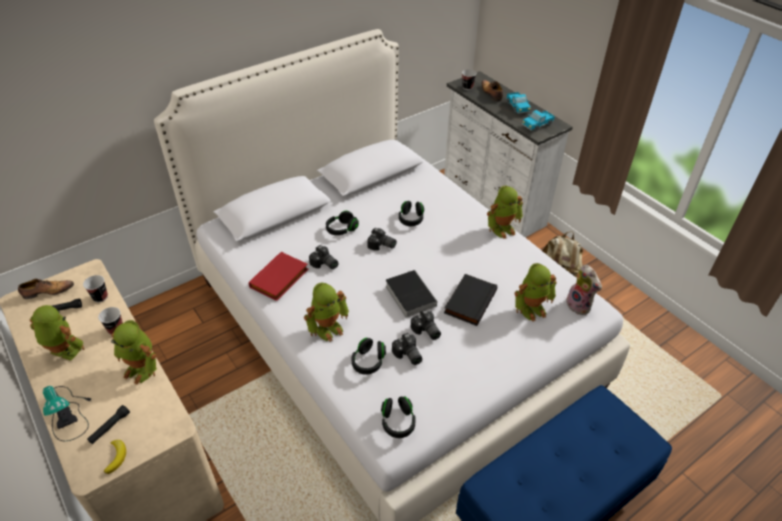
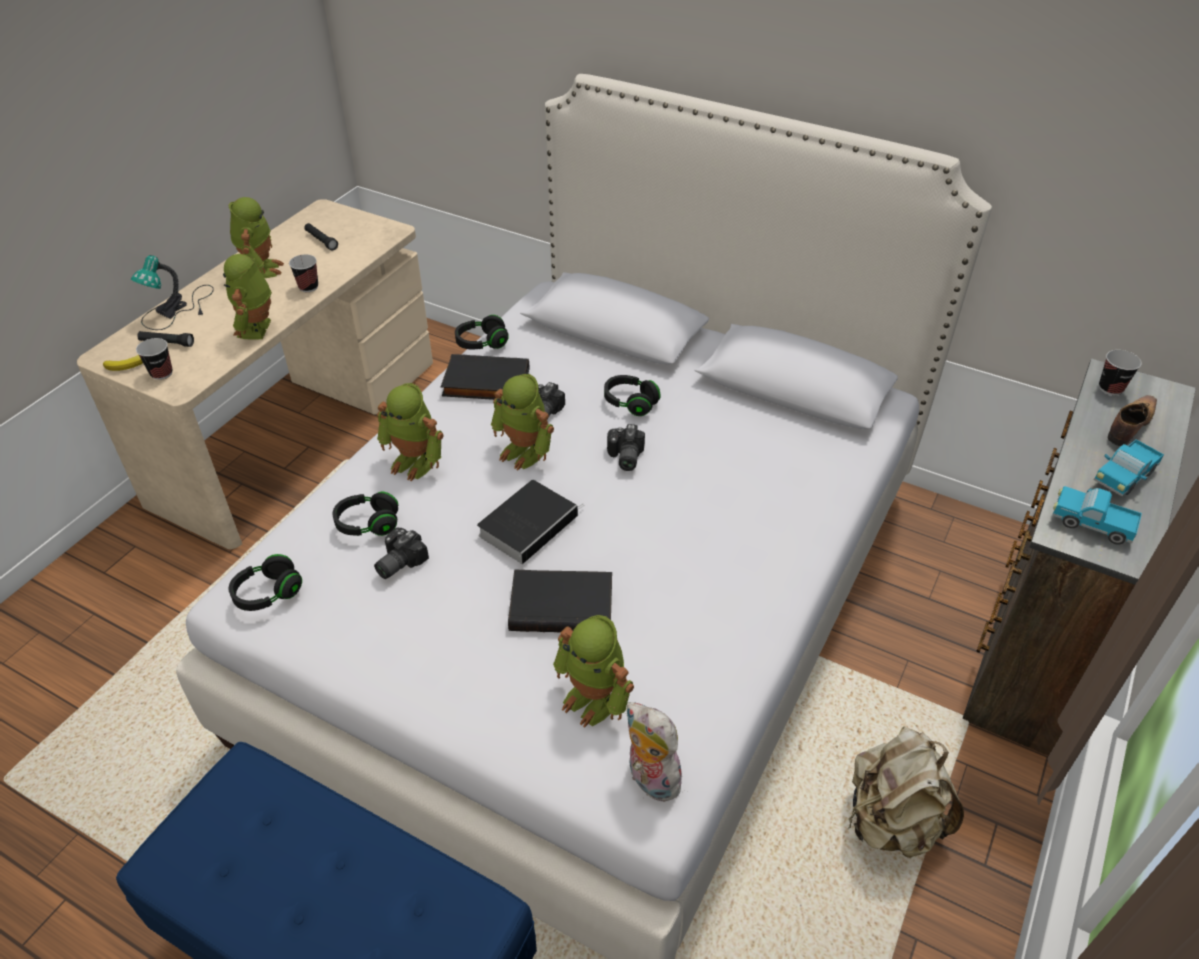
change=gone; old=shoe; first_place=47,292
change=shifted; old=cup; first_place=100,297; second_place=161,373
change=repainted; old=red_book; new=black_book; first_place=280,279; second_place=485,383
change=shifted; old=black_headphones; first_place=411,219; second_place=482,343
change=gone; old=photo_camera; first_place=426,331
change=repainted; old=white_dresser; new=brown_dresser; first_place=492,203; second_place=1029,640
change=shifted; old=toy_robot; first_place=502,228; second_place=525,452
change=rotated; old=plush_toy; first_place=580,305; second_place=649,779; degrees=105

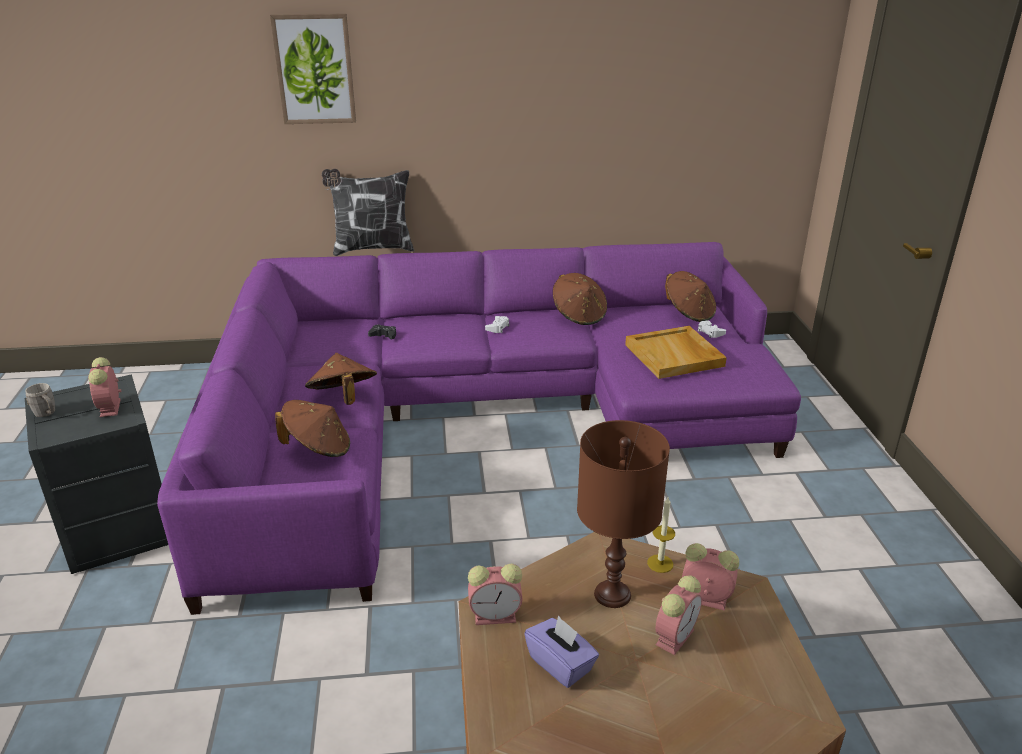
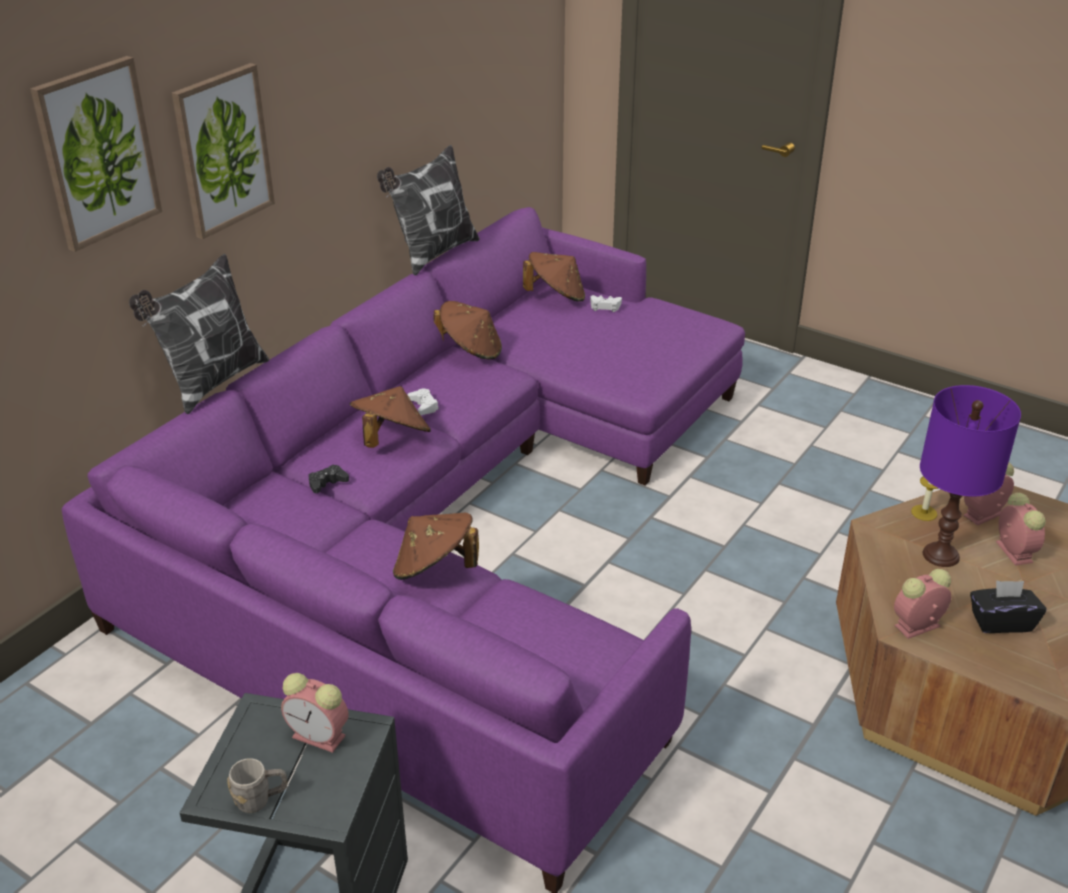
change=shifted; old=brown_hat; first_place=318,448; second_place=391,439
change=rotated; old=alarm_clock; first_place=497,615; second_place=916,627; degrees=-150
change=repainted; old=purple_tissue_box; new=black_tissue_box; first_place=561,664; second_place=1001,622
change=repainted; old=brown_table_lamp; new=purple_table_lamp; first_place=613,594; second_place=941,555
change=gone; old=beige_tray; first_place=675,355
change=new; new=picture; second_place=223,150
change=new; new=pillow; second_place=433,254

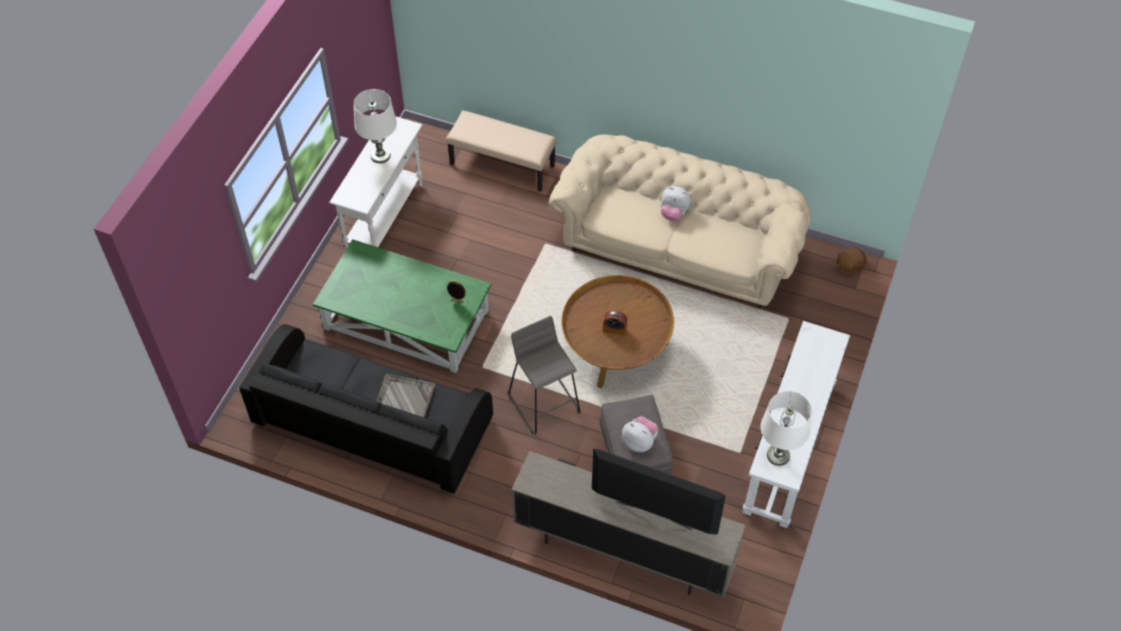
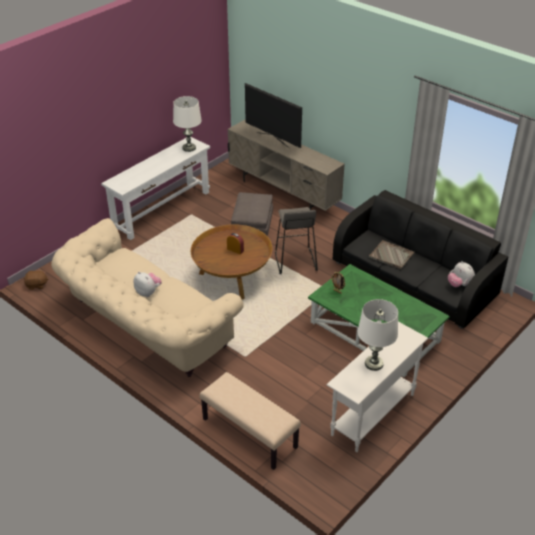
change=shifted; old=plush_toy; first_place=639,442; second_place=459,284

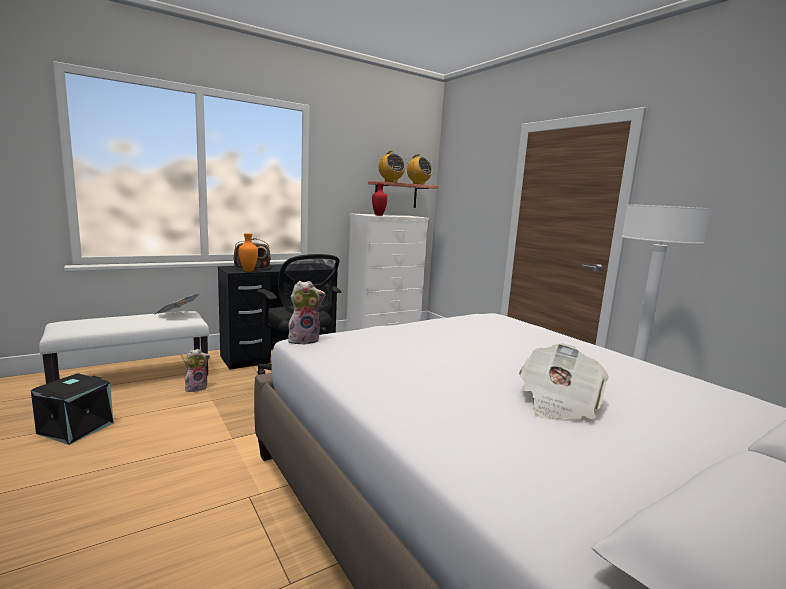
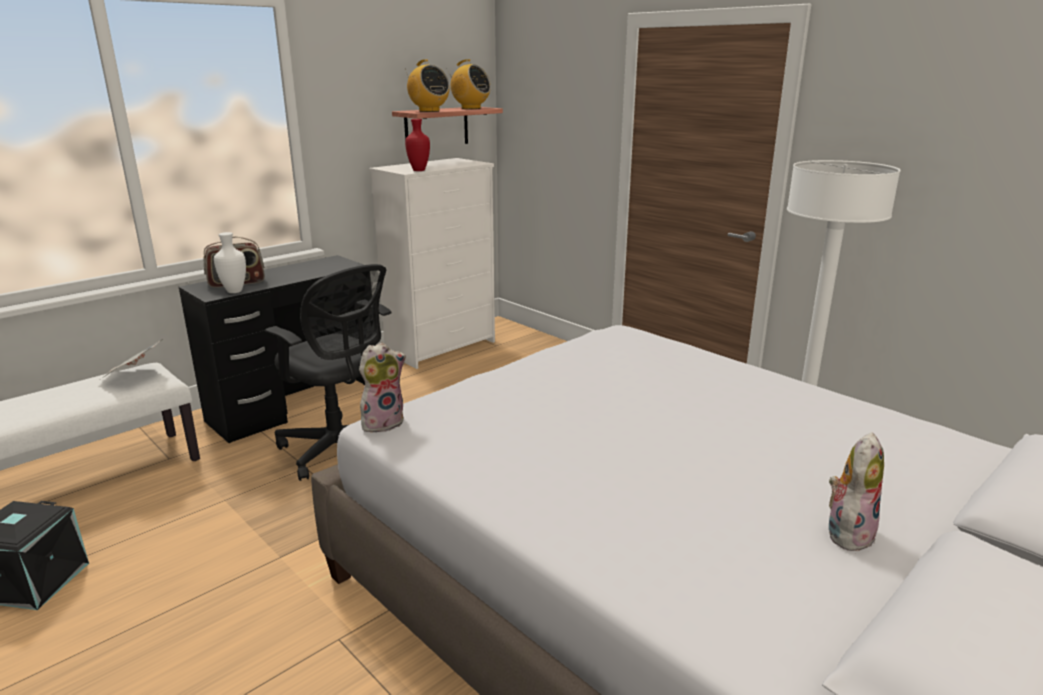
change=shifted; old=plush_toy; first_place=196,387; second_place=847,532
change=repainted; old=orange_vase; new=white_vase; first_place=248,271; second_place=234,292
change=gone; old=newspaper; first_place=558,403

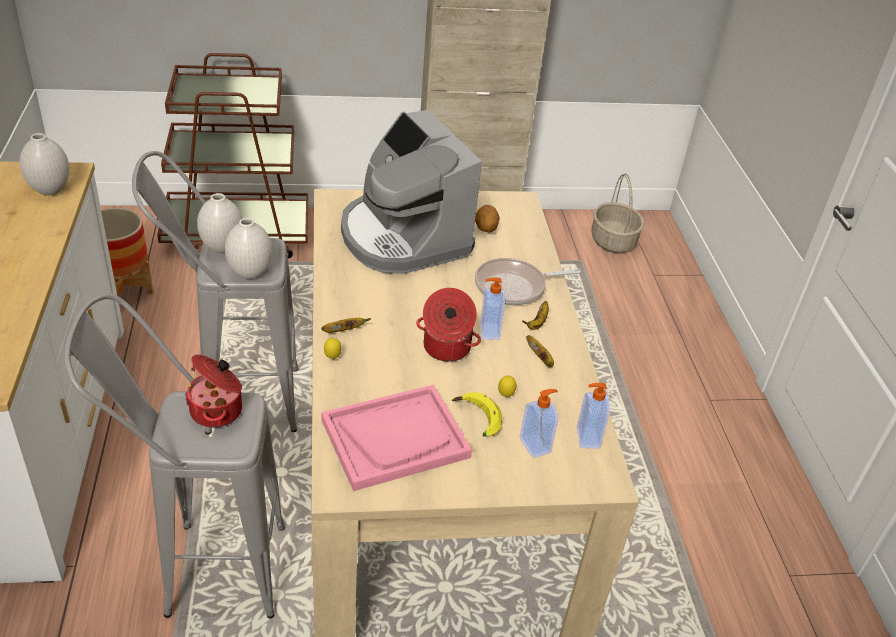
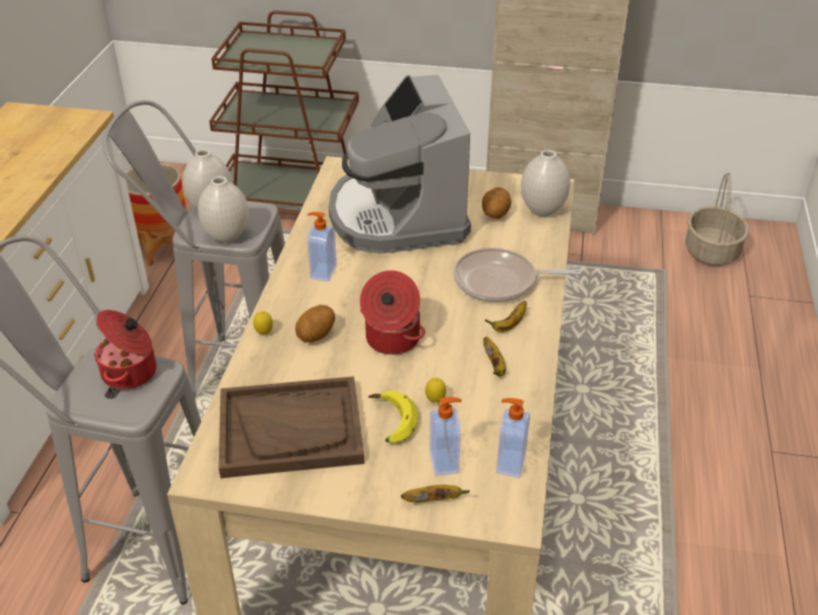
change=shifted; old=white_vase; first_place=49,190; second_place=542,211
change=shifted; old=banana; first_place=344,330; second_place=433,500
change=repainted; old=pink_tray; new=brown_tray; first_place=395,438; second_place=291,429
change=shifted; old=soap_dispenser; first_place=488,331; second_place=322,272
change=new; new=potato; second_place=316,336

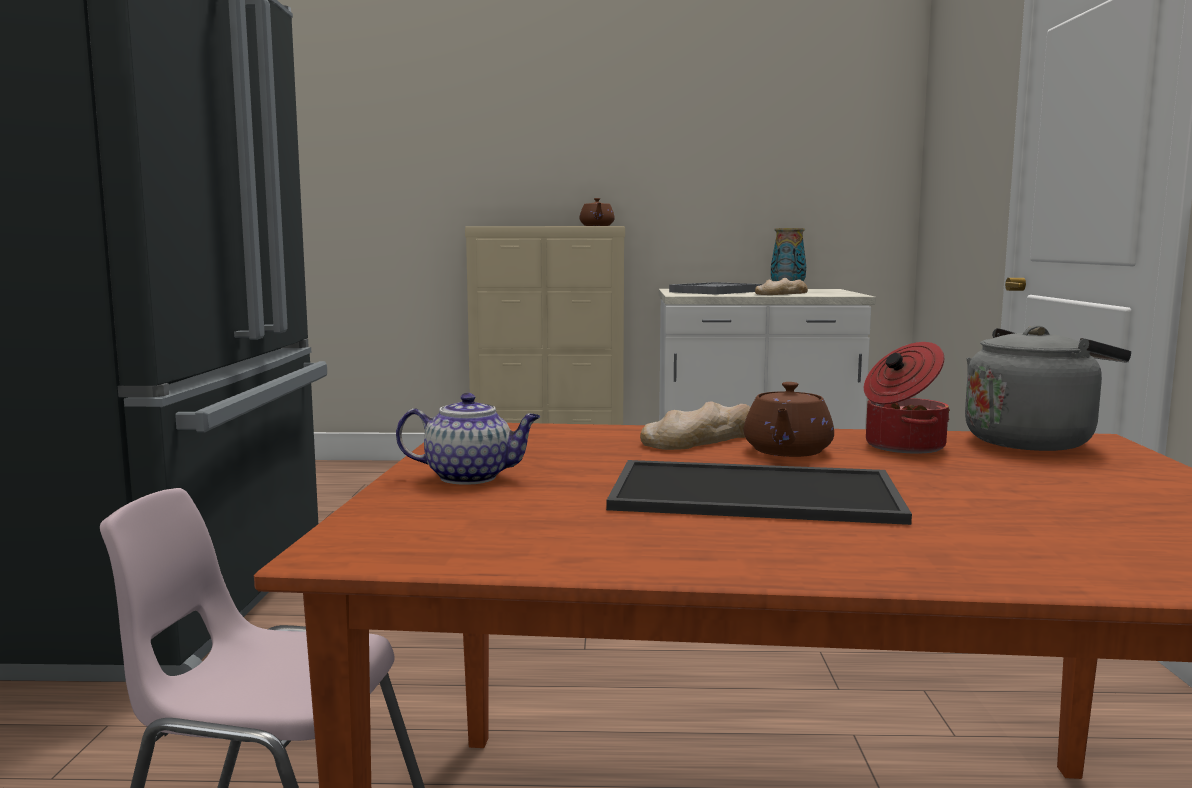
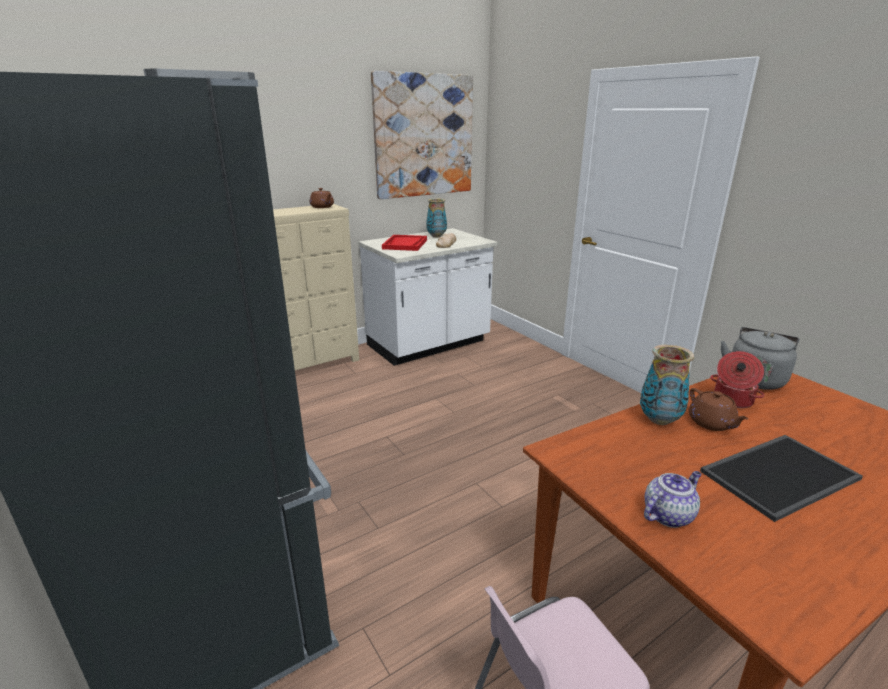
change=swapped; old=bread; new=vase; first_place=703,437; second_place=659,420
change=repainted; old=grey_tray; new=red_tray; first_place=715,291; second_place=405,244
change=new; new=picture; second_place=424,136

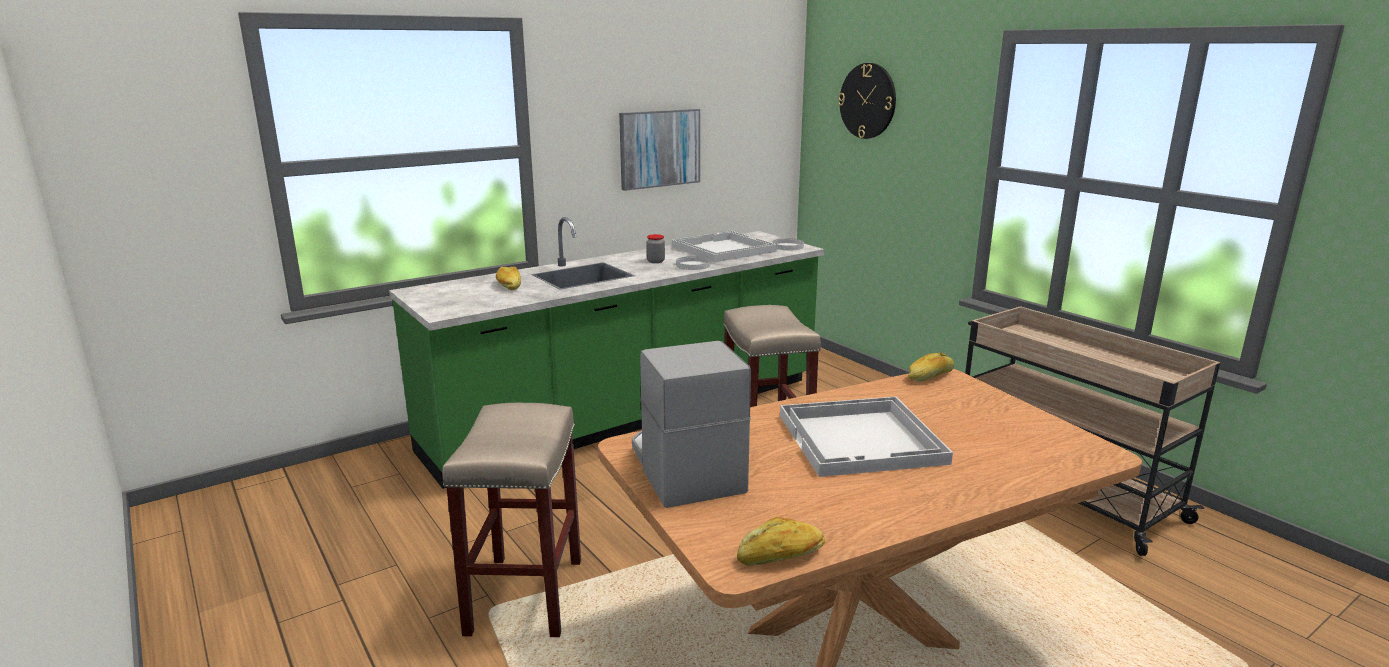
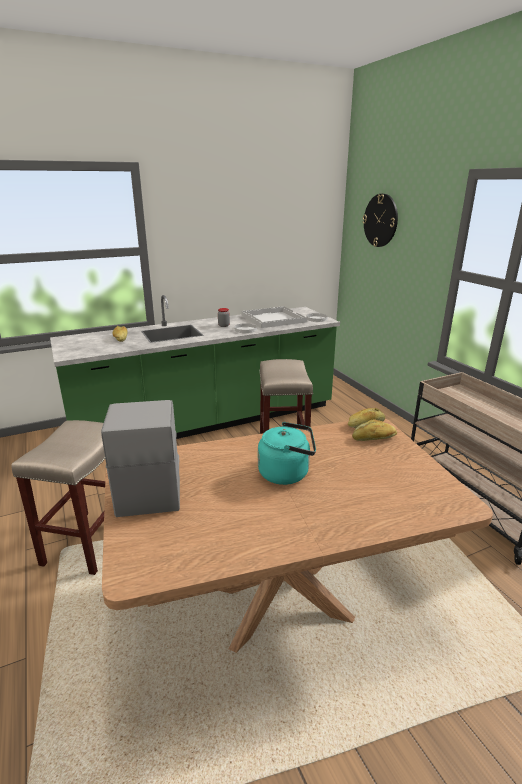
change=gone; old=picture; first_place=659,148
change=shifted; old=bread; first_place=781,556; second_place=374,438
change=swapped; old=white_tray; new=turquoise_kettle; first_place=862,439; second_place=287,473

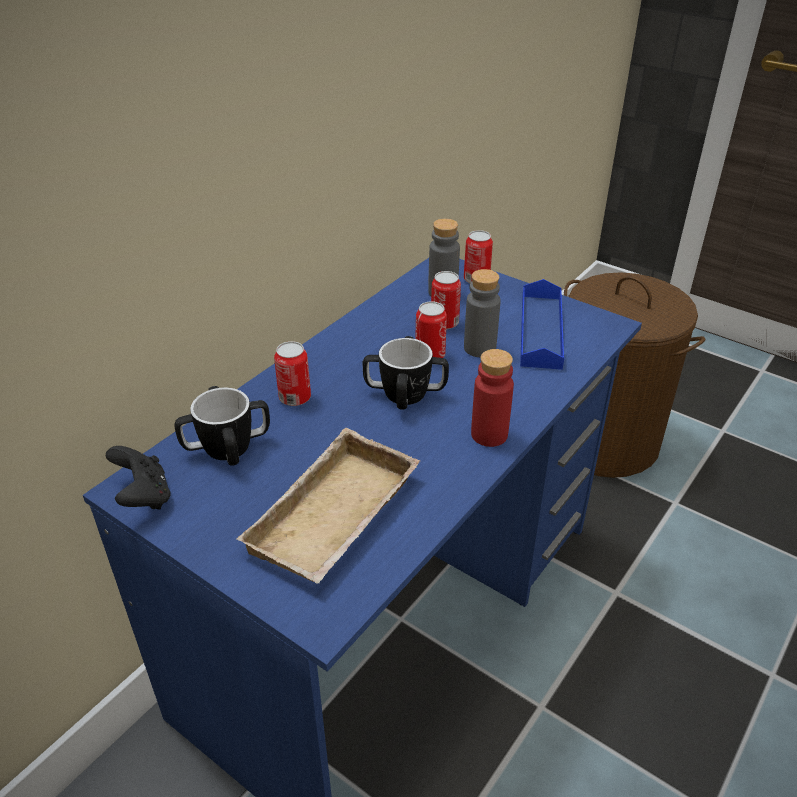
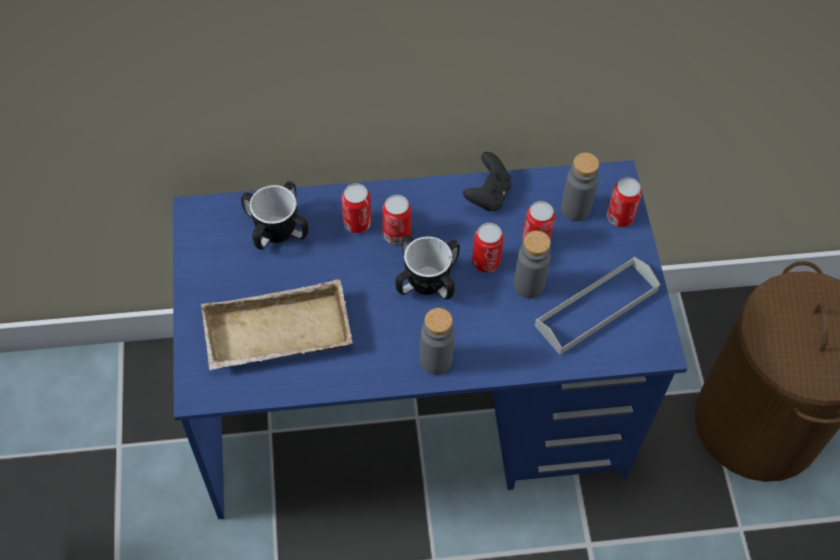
change=shifted; old=black_game_controller; first_place=144,497; second_place=488,195
change=repainted; old=red_bottle; new=grey_bottle; first_place=489,434; second_place=435,360
change=repainted; old=blue_tray; new=grey_tray; first_place=541,330; second_place=596,308
change=new; new=can; second_place=396,234

